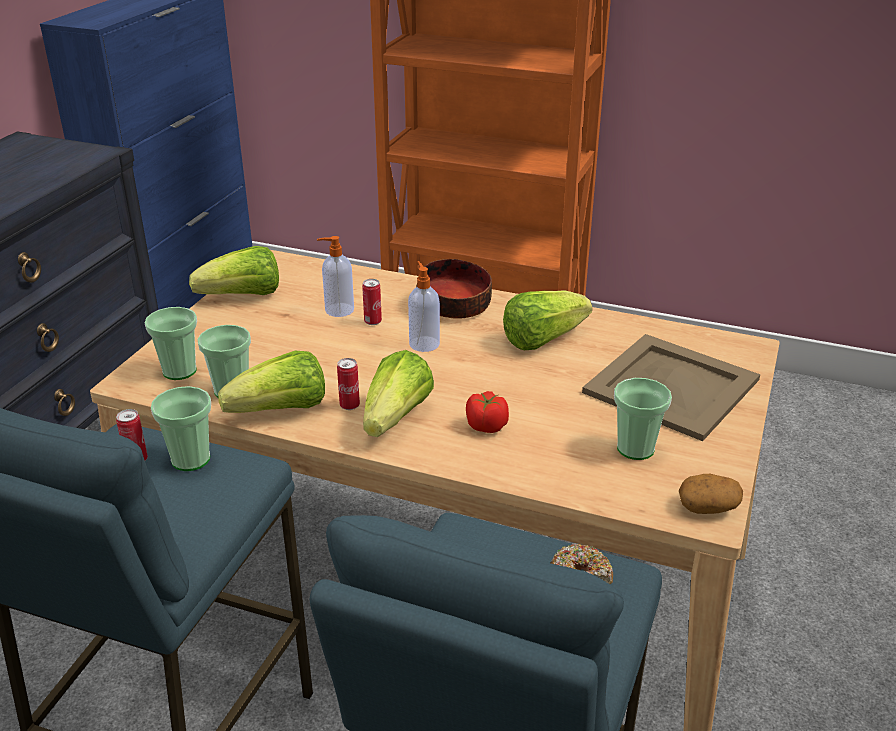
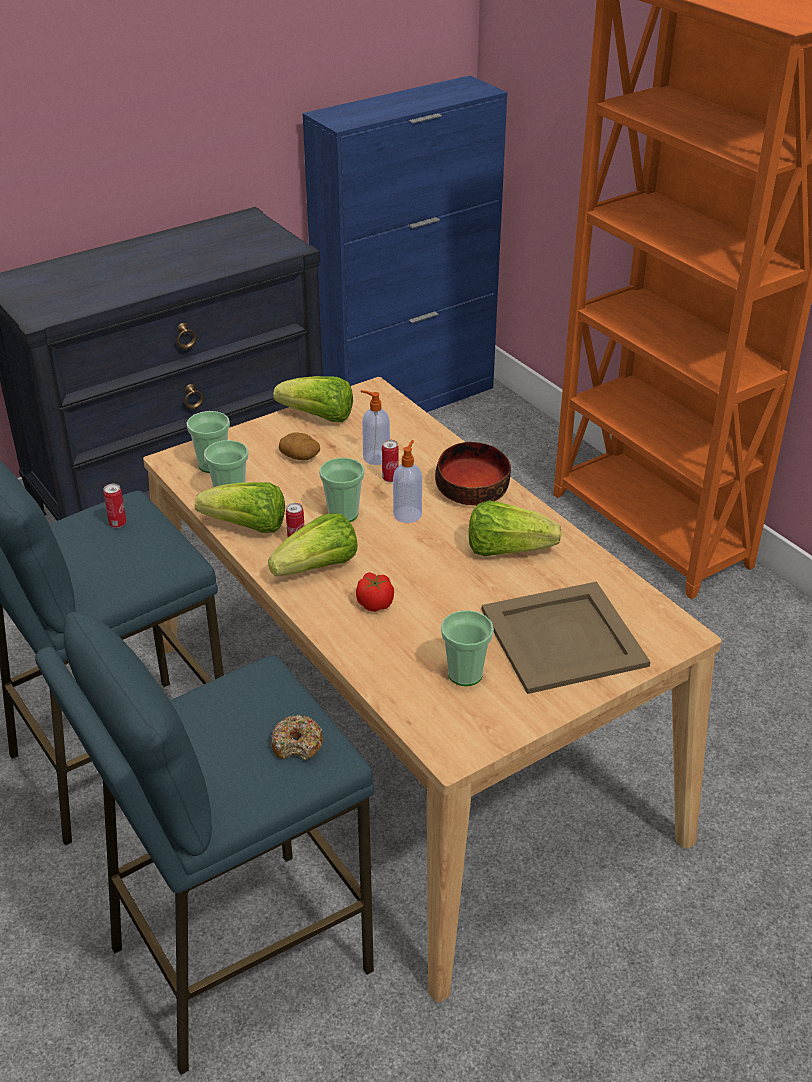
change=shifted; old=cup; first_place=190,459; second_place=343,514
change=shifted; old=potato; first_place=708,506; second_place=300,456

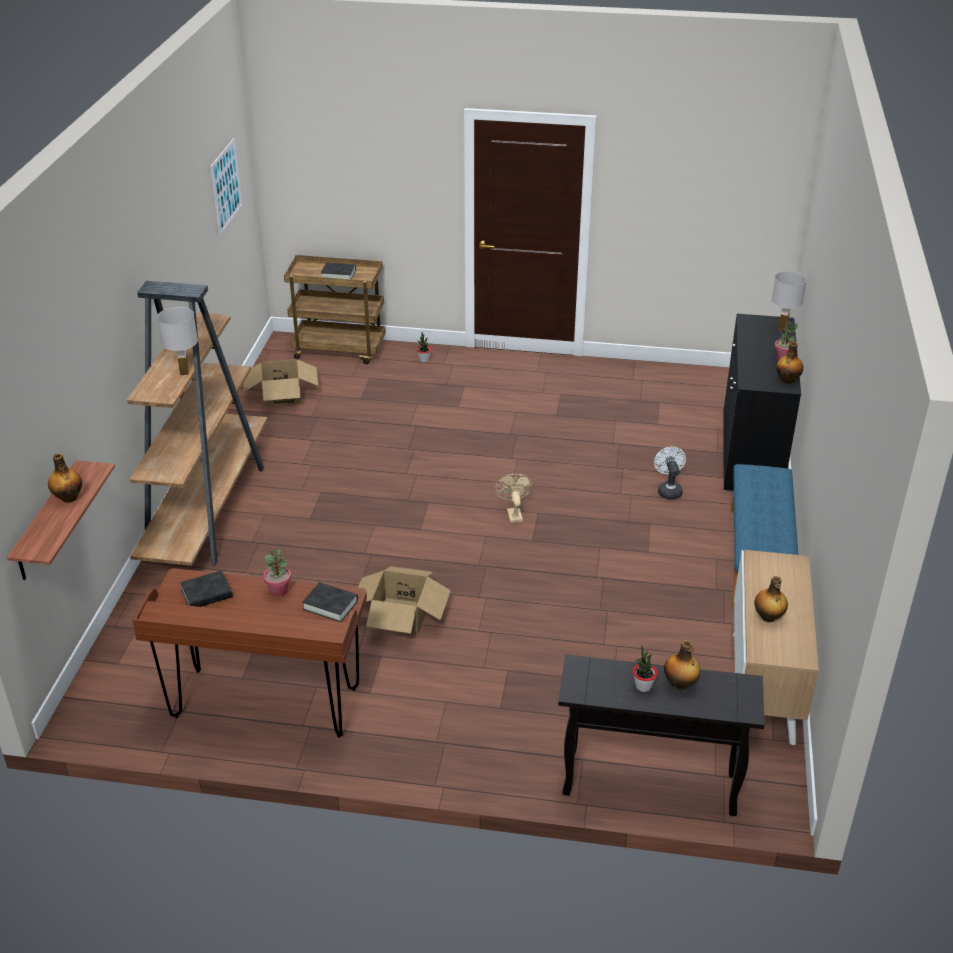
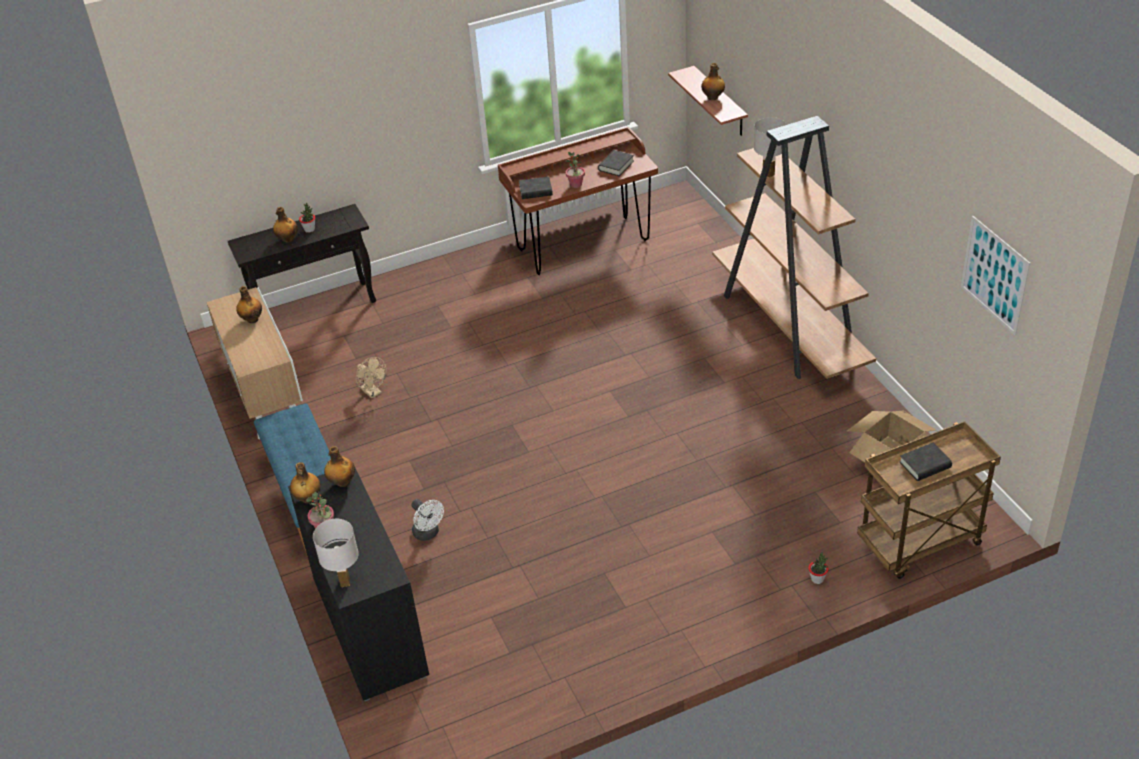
change=gone; old=cardboard_box; first_place=400,615
change=shifted; old=beige_fan; first_place=513,513; second_place=373,392
change=new; new=bottle; second_place=342,482

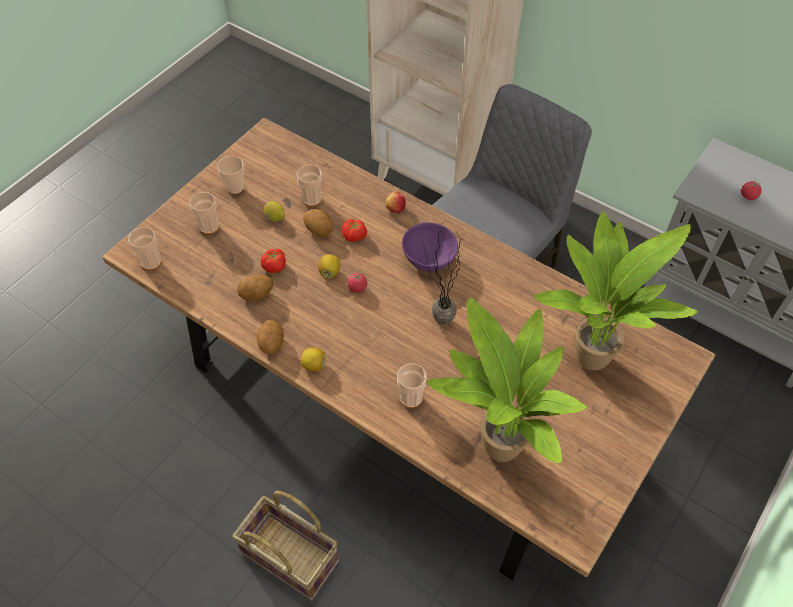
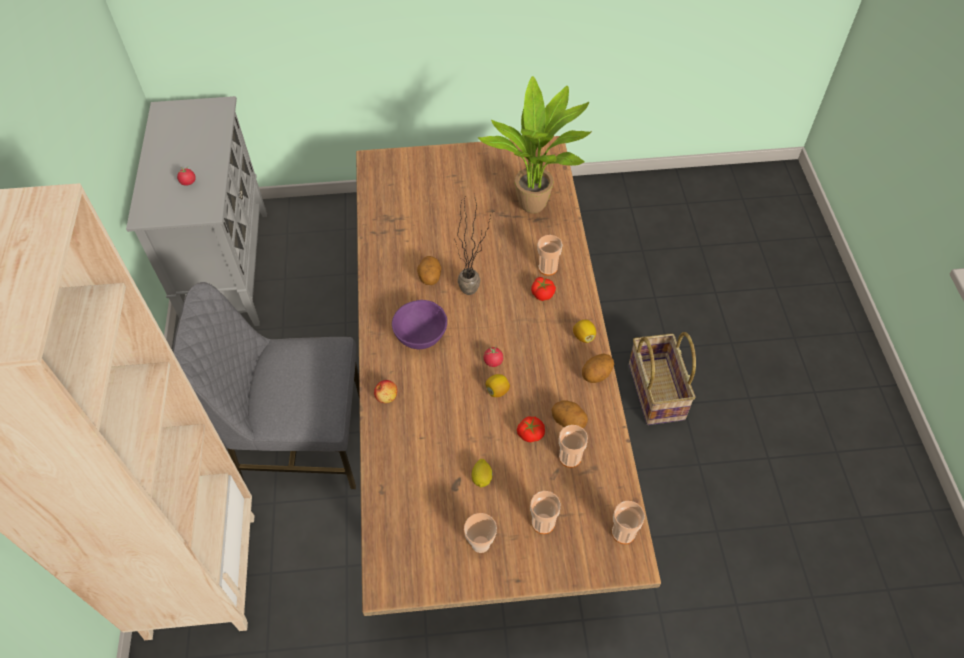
change=shifted; old=cup; first_place=312,199; second_place=570,457
change=shifted; old=potato; first_place=319,230; second_place=429,278
change=shifted; old=tomato; first_place=354,236; second_place=543,293
change=gone; old=potted_plant; first_place=589,354

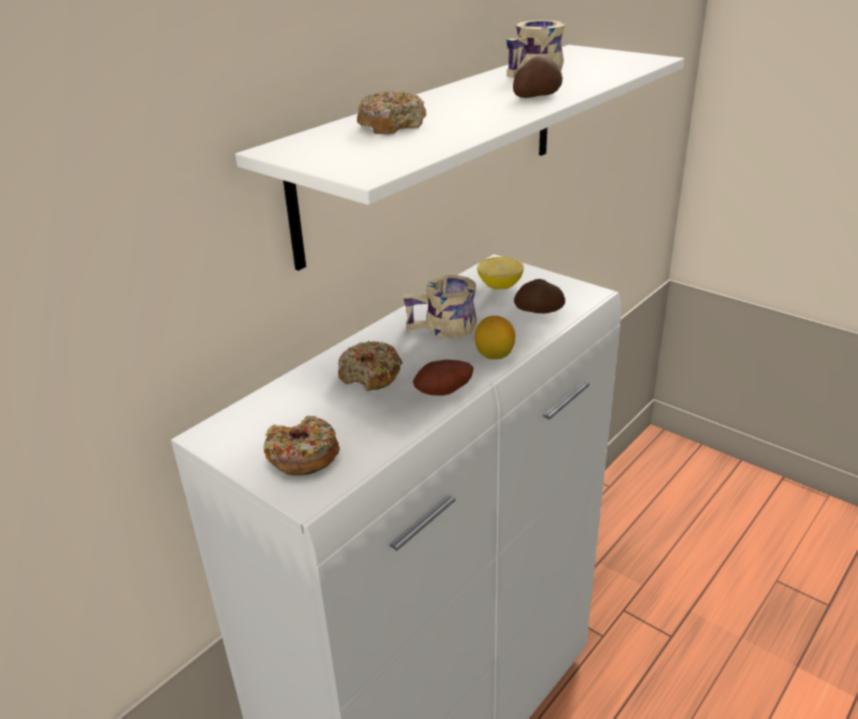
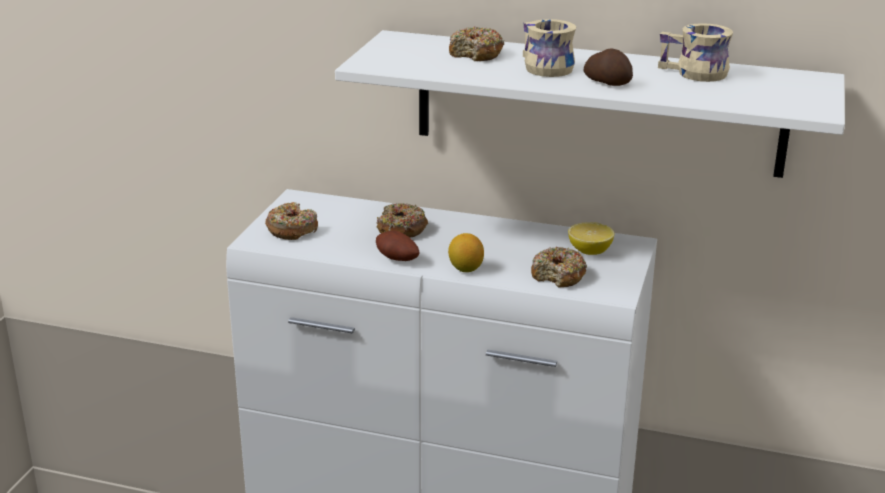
change=shifted; old=beige_mug; first_place=443,329; second_place=541,67
change=swapped; old=potato; new=donut; first_place=539,311; second_place=558,276

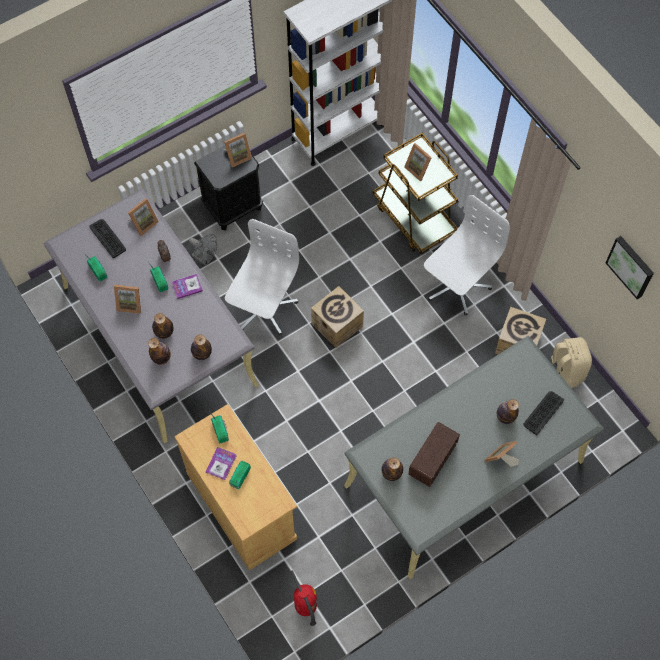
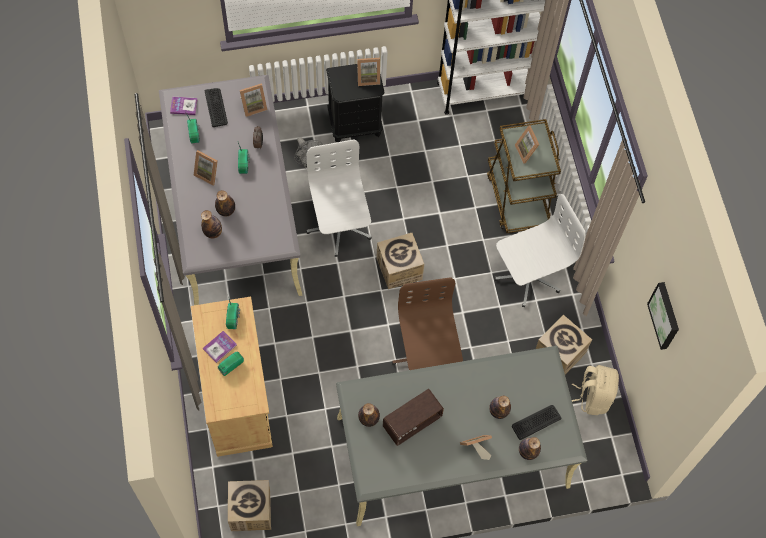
change=shifted; old=book; first_place=187,287; second_place=184,106
change=shifted; old=bottle; first_place=202,354; second_place=527,452
change=rotated; old=white_office_chair; first_place=263,308; second_place=339,227; degrees=-60
change=swapped; old=fire_extinguisher; new=cardboard_box; first_place=305,607; second_place=251,510
change=new; new=brown_office_chair; second_place=426,359

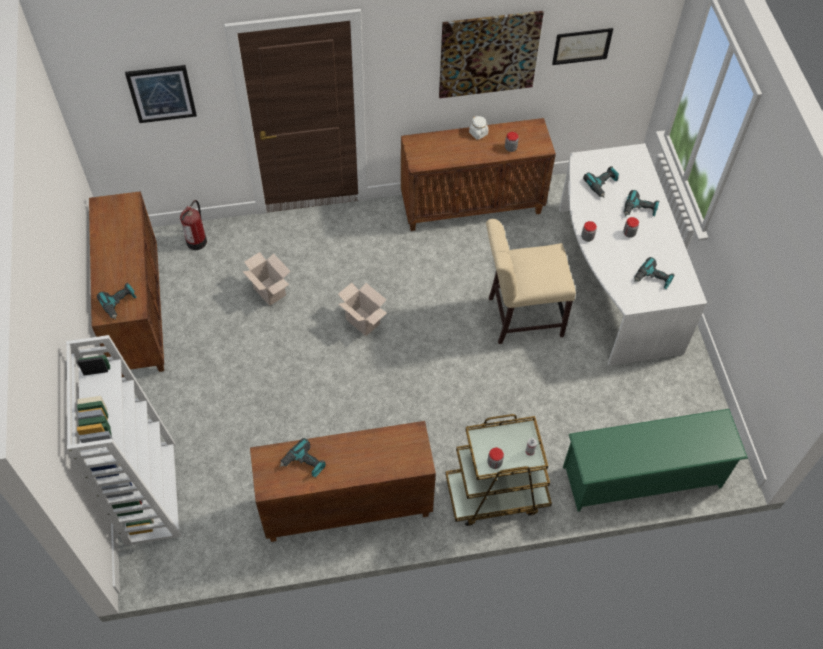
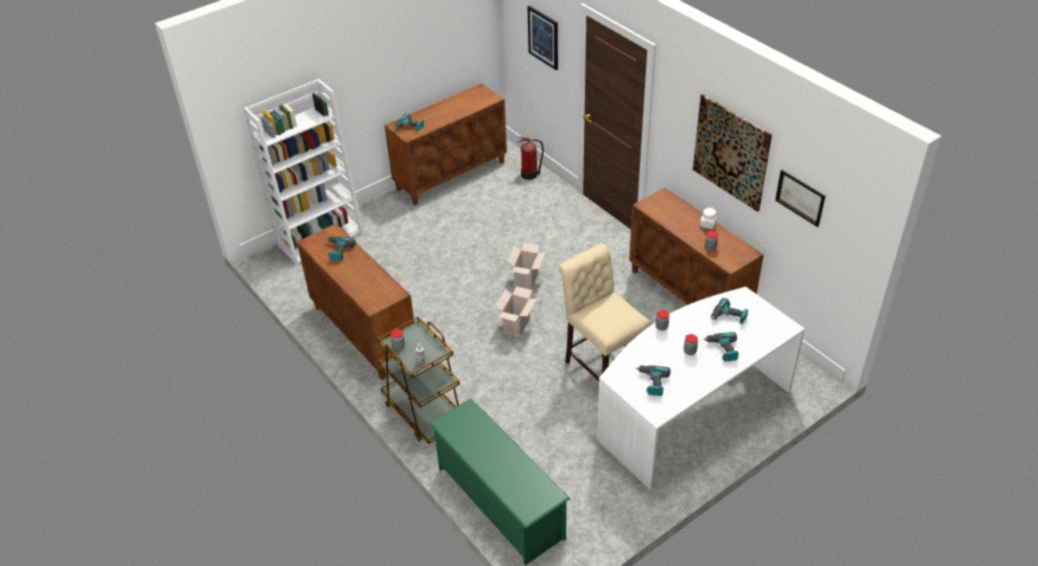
change=shifted; old=cardboard_box; first_place=271,291; second_place=517,325

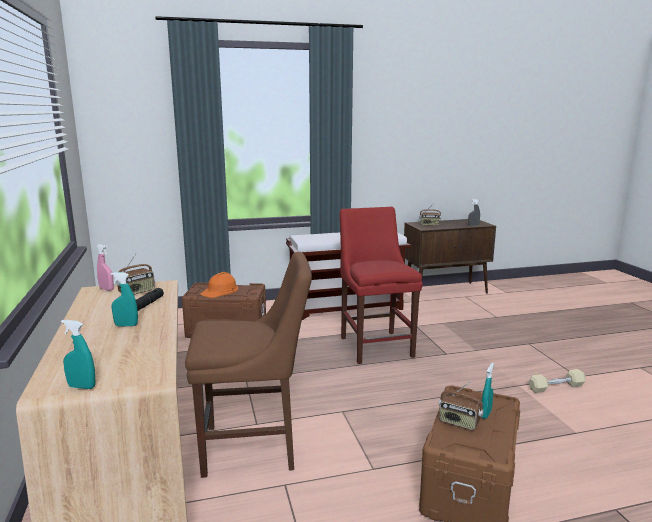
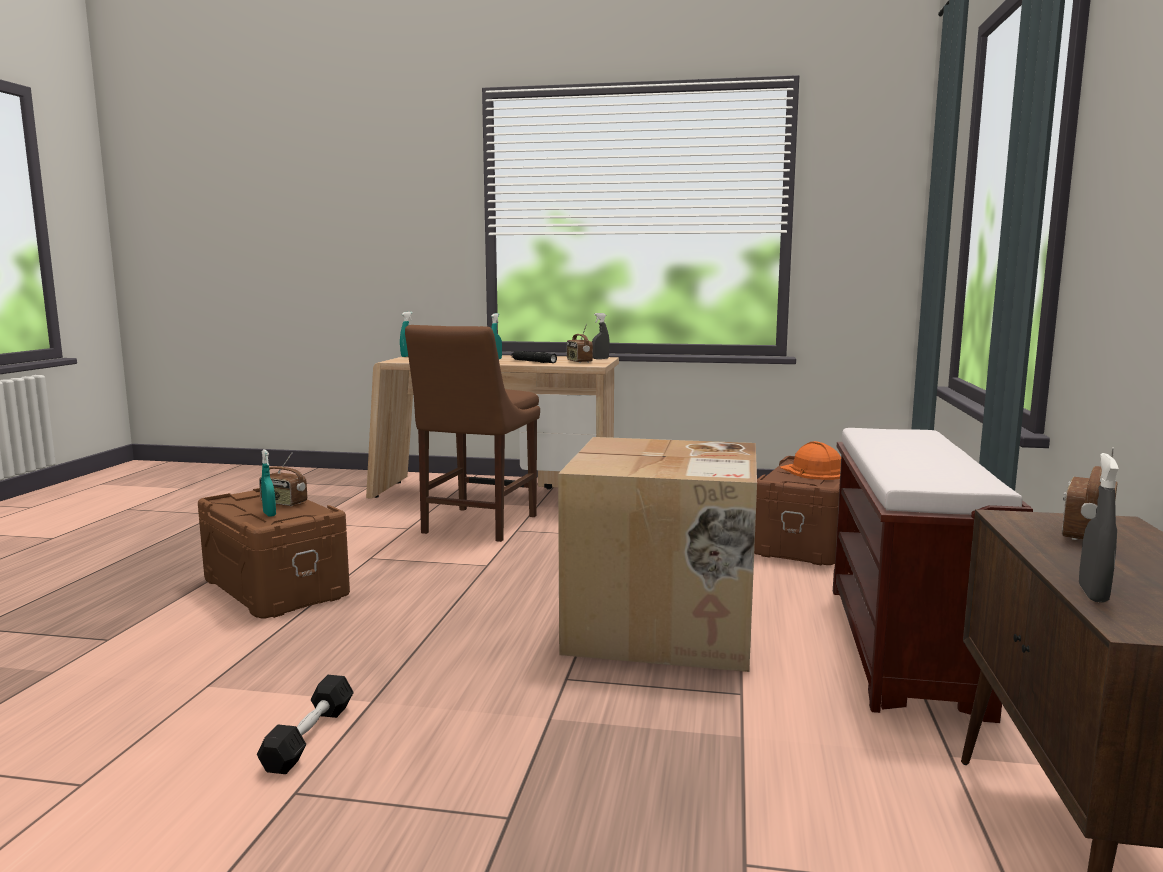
change=repainted; old=pink_spray_bottle; new=grey_spray_bottle; first_place=106,289; second_place=600,359
change=swapped; old=red_chair; new=cardboard_box; first_place=375,345; second_place=664,626
change=rotated; old=radio; first_place=459,422; second_place=283,503; degrees=-120
change=repainted; old=beige_dumbbell; new=black_dumbbell; first_place=556,387; second_place=309,737

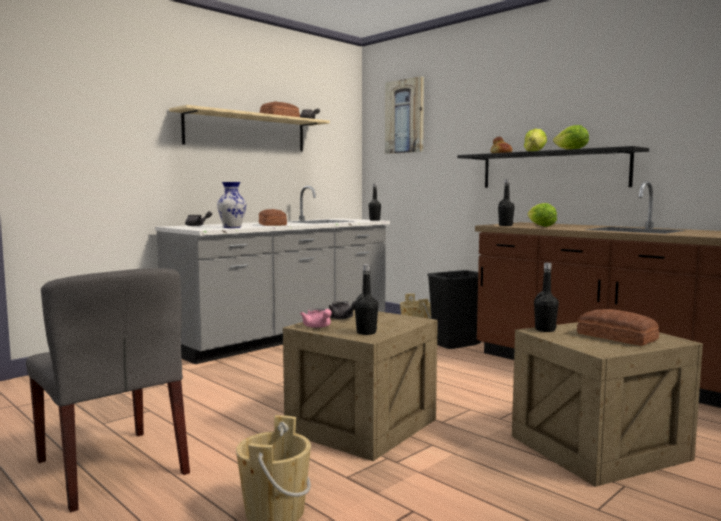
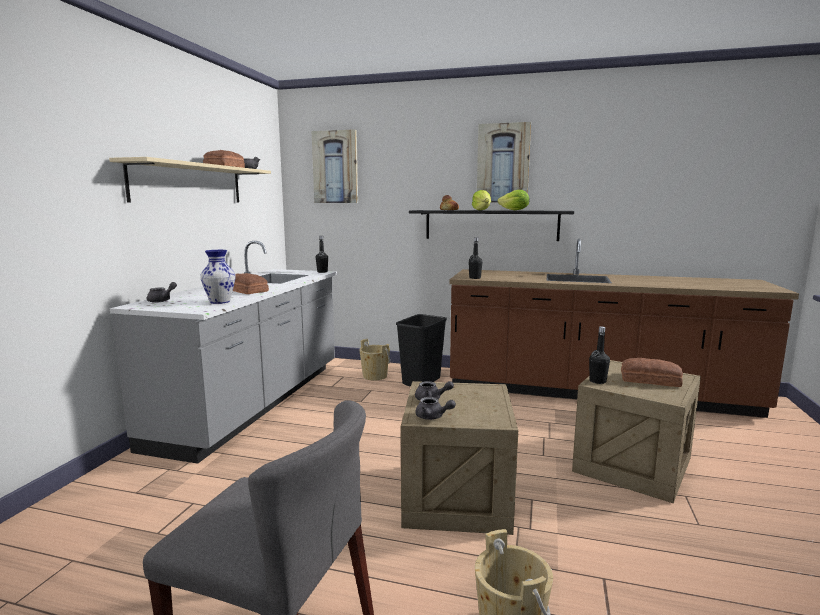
change=repainted; old=pink_teapot; new=grey_teapot; first_place=318,327; second_place=433,417
change=gone; old=black_bottle; first_place=366,332
change=gone; old=lettuce; first_place=540,226
change=new; new=picture; second_place=503,163

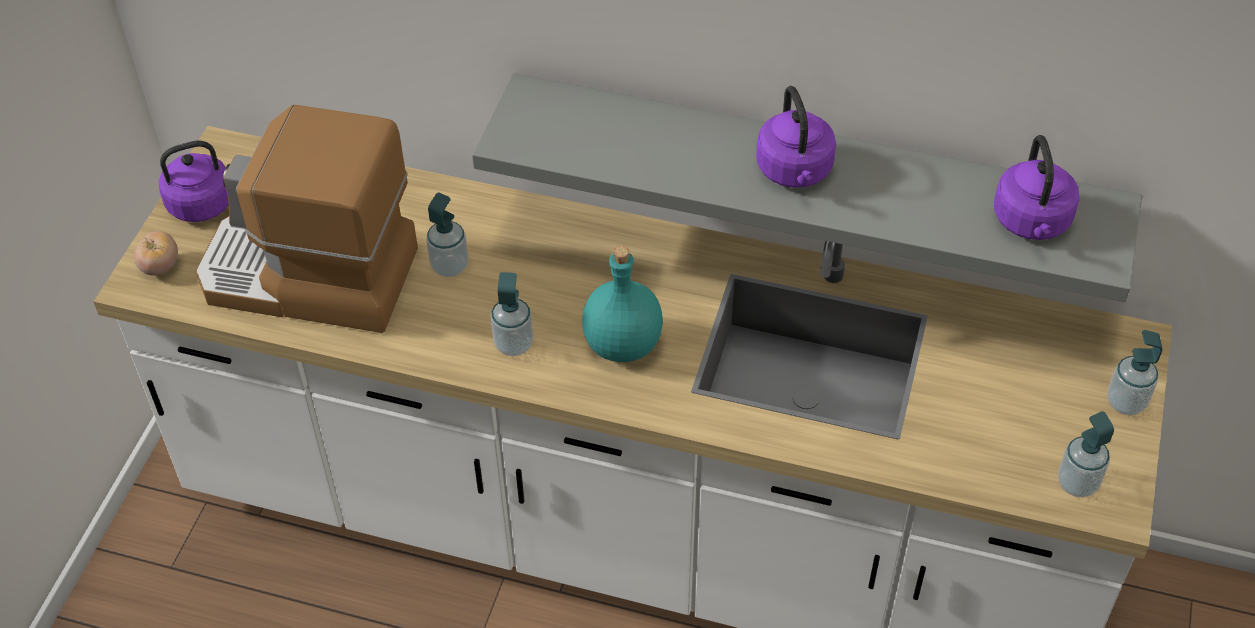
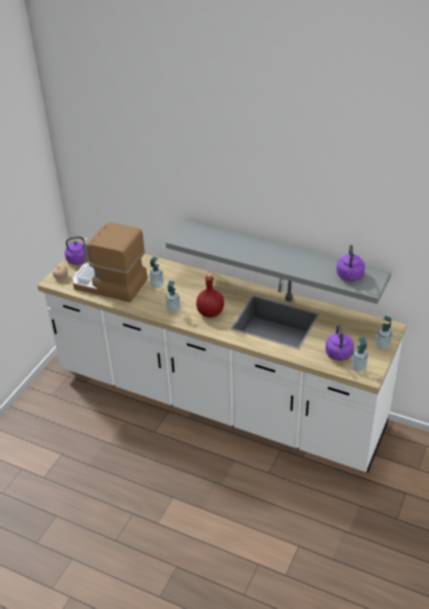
change=repainted; old=turquoise_bottle; new=red_bottle; first_place=623,343; second_place=210,312
change=shifted; old=purple_kettle; first_place=795,172; second_place=339,355

